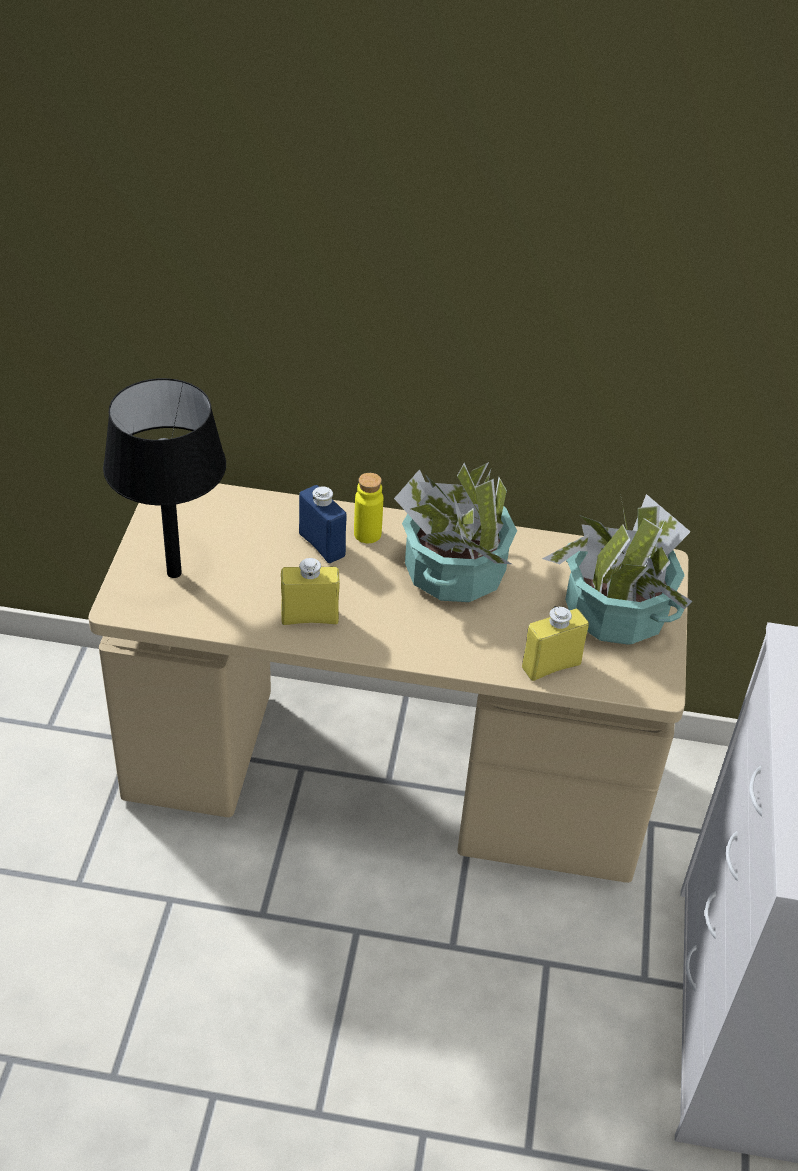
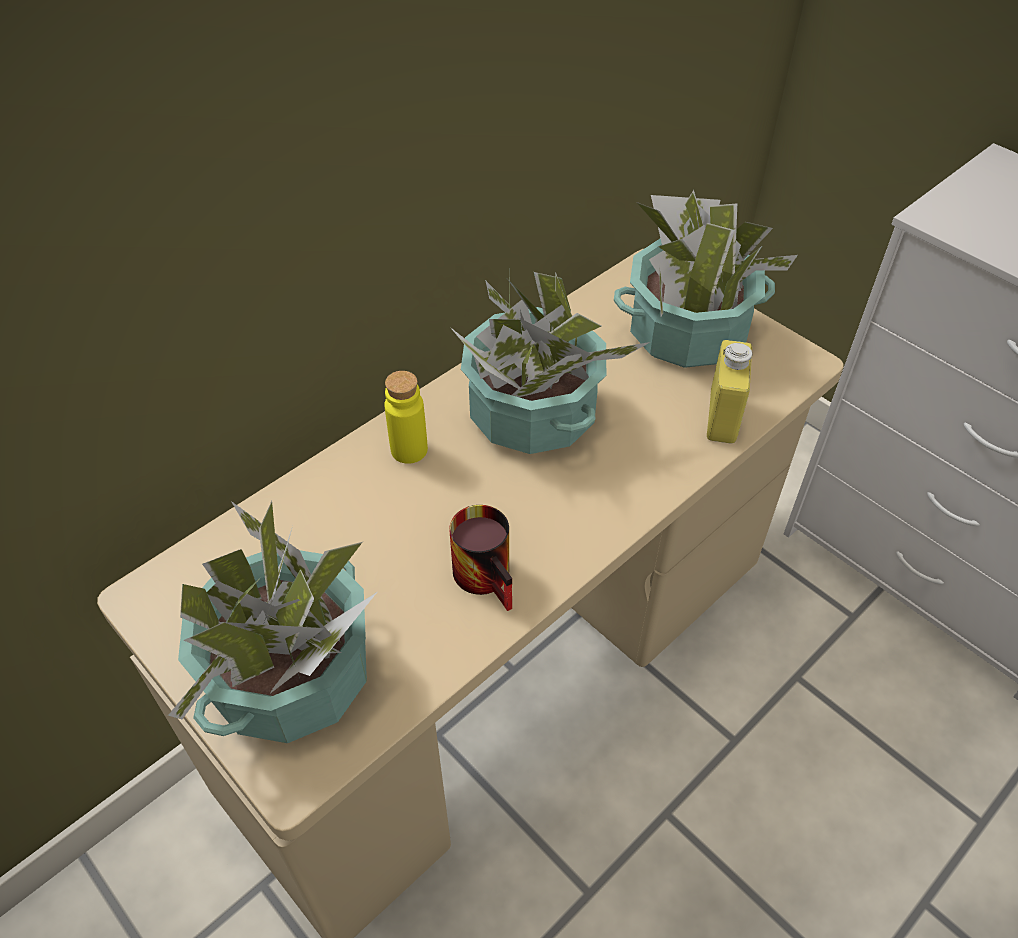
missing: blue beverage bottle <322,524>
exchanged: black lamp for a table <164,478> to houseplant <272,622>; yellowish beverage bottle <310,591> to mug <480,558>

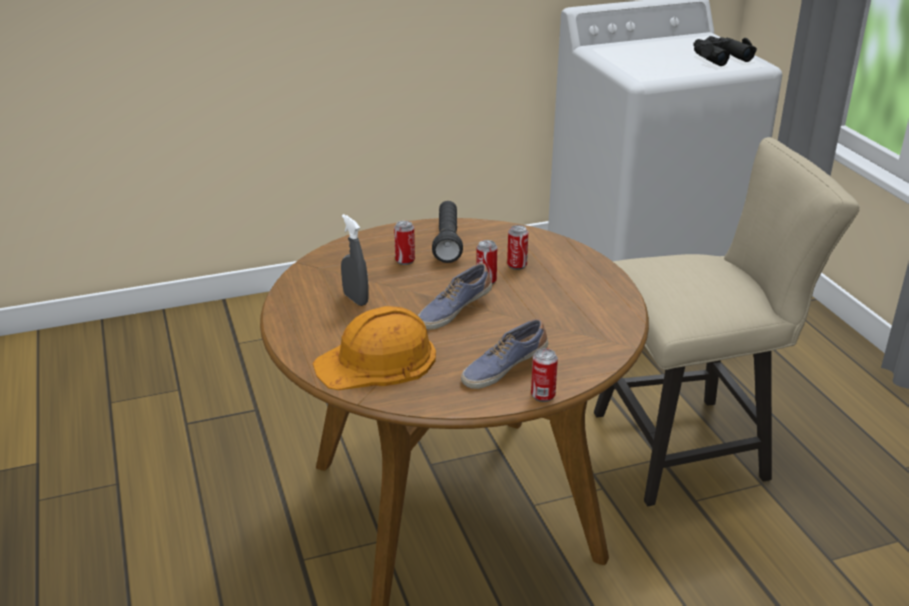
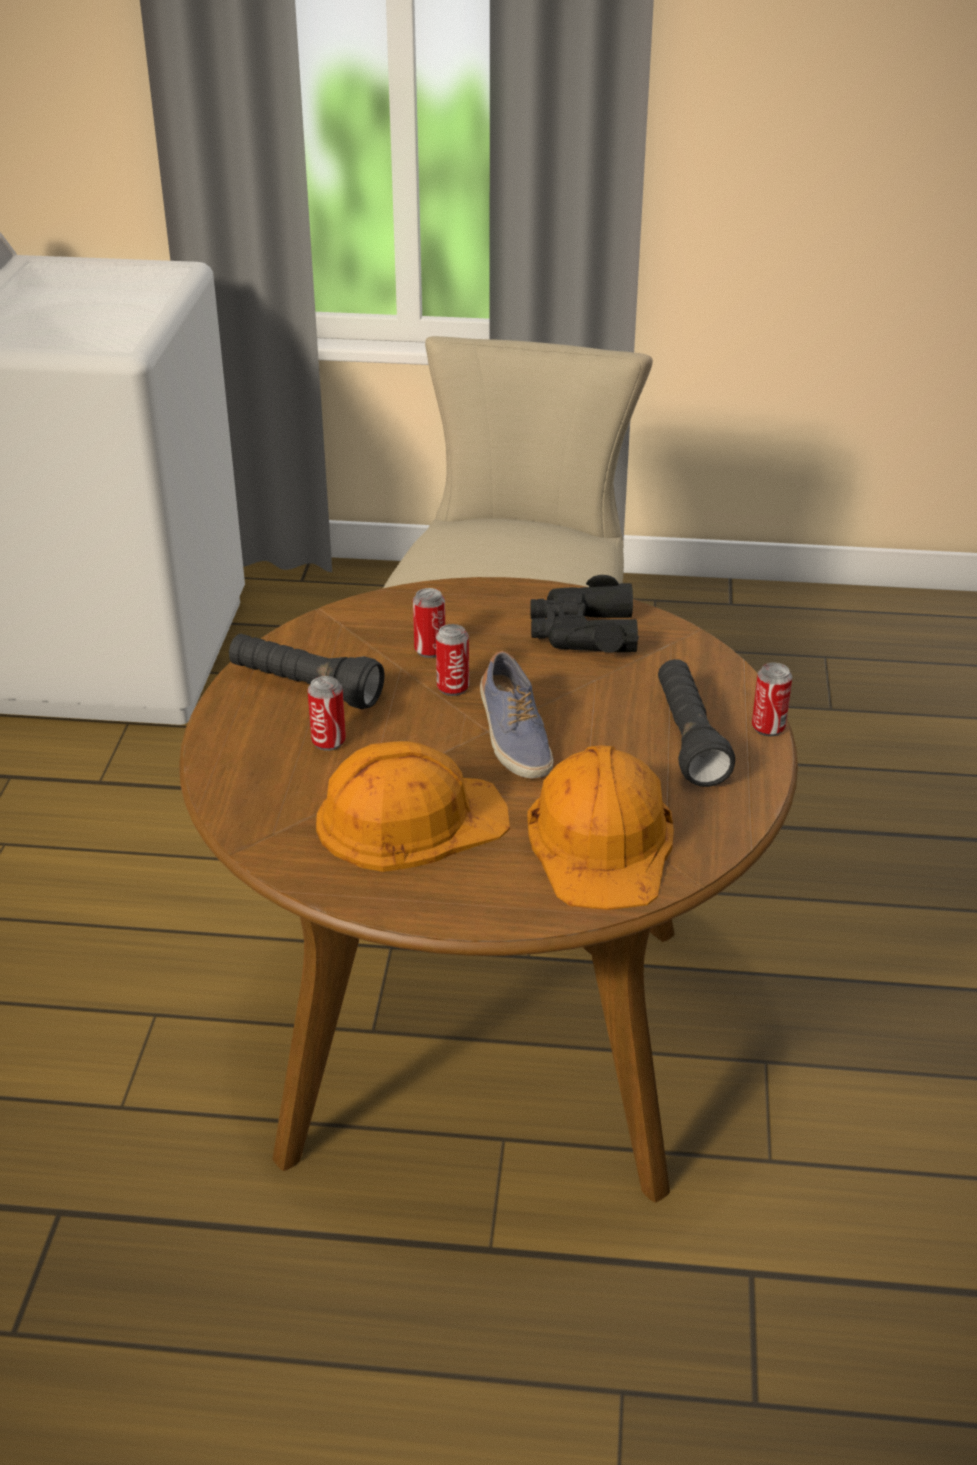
relocated: black field glasses <725,51> to <584,614>
exchanged: grey hand sprayer <355,260> to orangey safety helmet <413,806>; low shoe <504,354> to black flashlight <696,723>

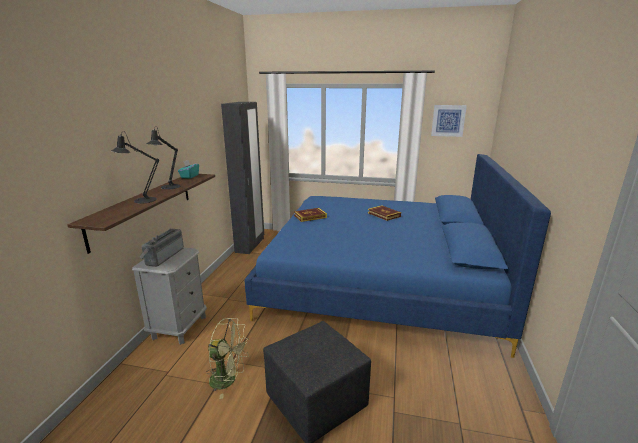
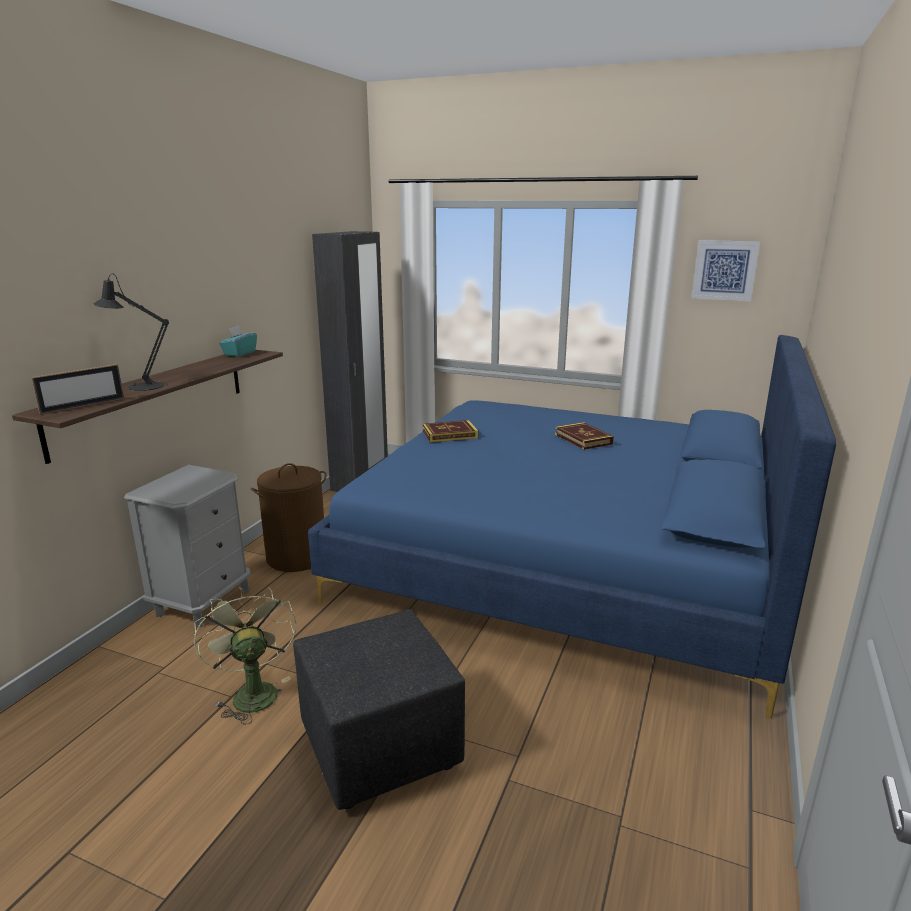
missing: radio set <161,248>; black lamp for a table <163,157>
appeared: photo frame <77,389>; brownish hamper <289,517>
spun: green-coloured cooling fan <227,358> = <245,656> 135 degrees counterclockwise

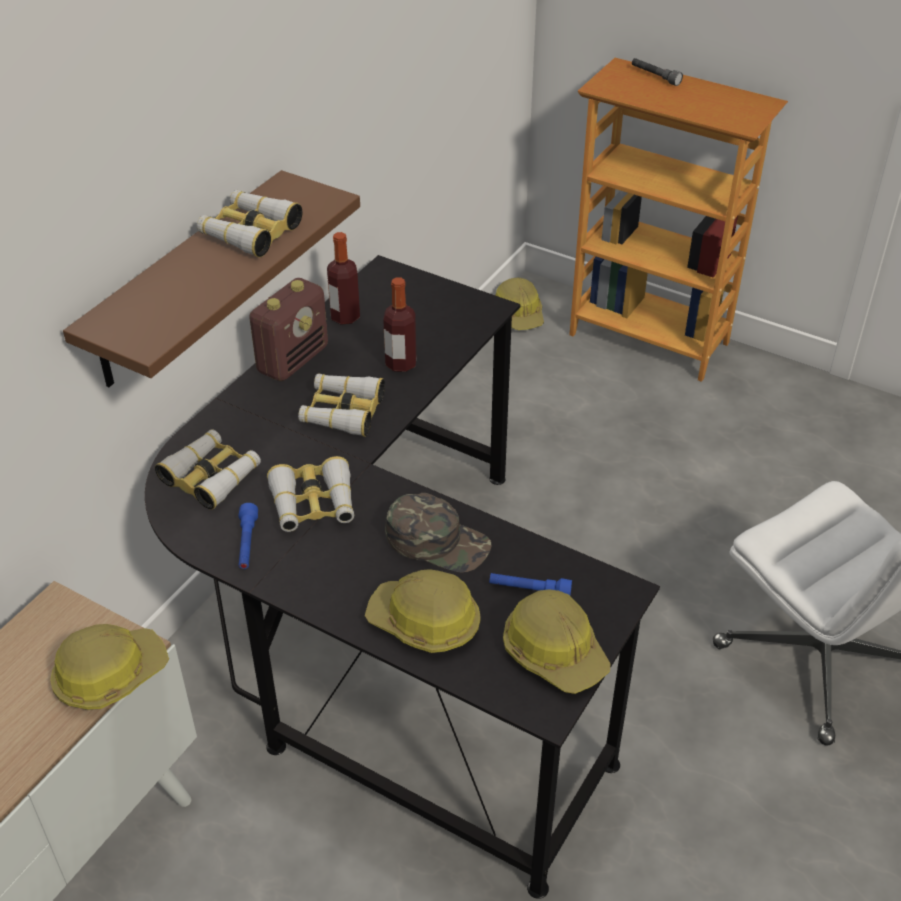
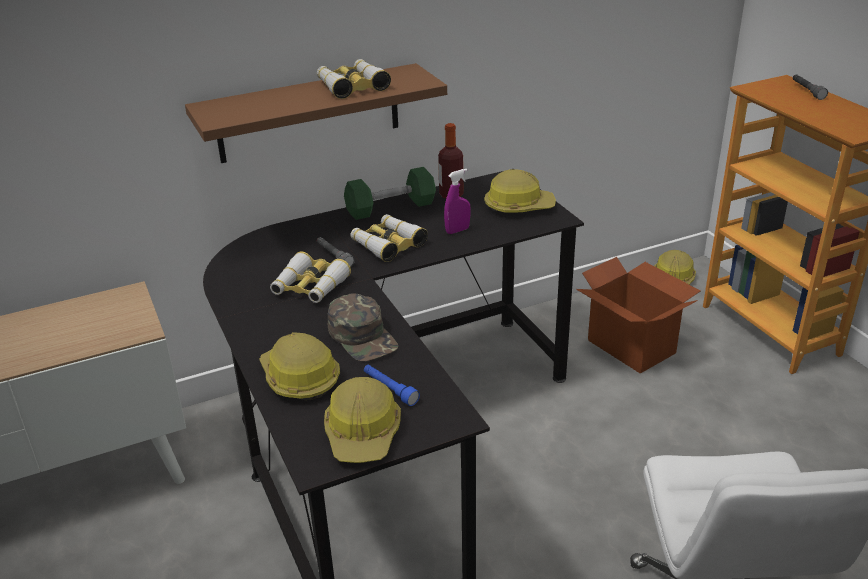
missing: field glasses <208,469>; blue flashlight <248,536>
appeared: grey flashlight <336,252>; carton <638,315>
relocated: safety helmet <109,667> to <520,191>
exchanged: radio set <288,329> to green-coloured hand weight <390,193>; beverage bottle <399,324> to purplish hand sprayer <457,201>

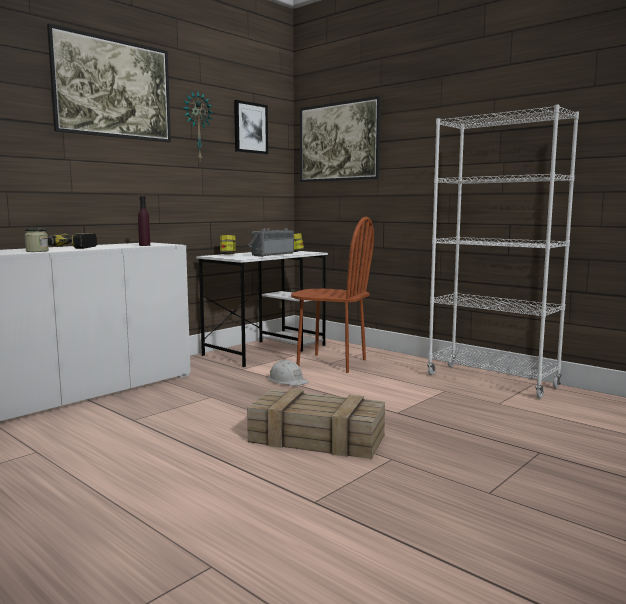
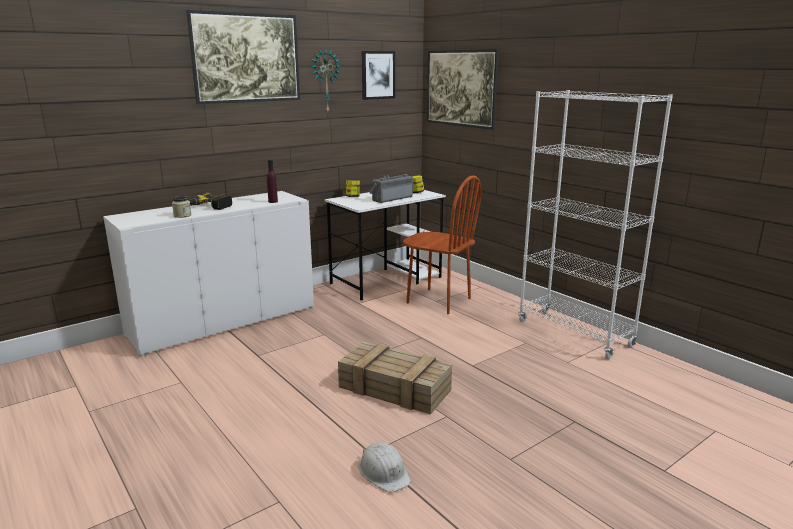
relocated: white safety helmet <288,373> to <385,467>

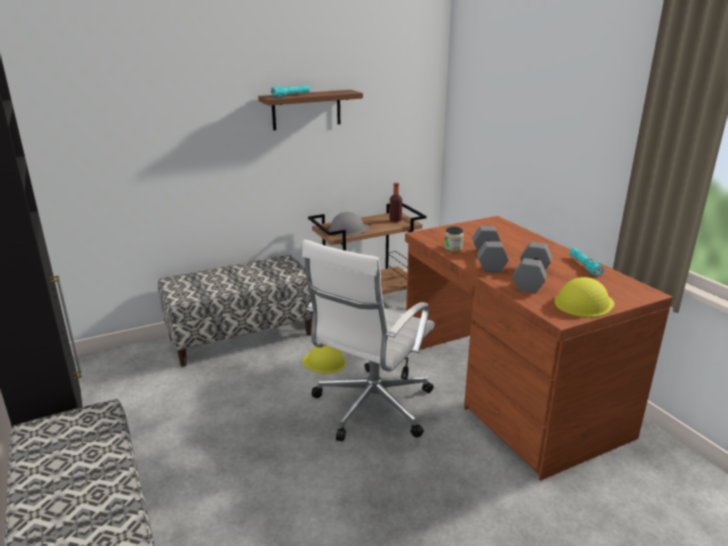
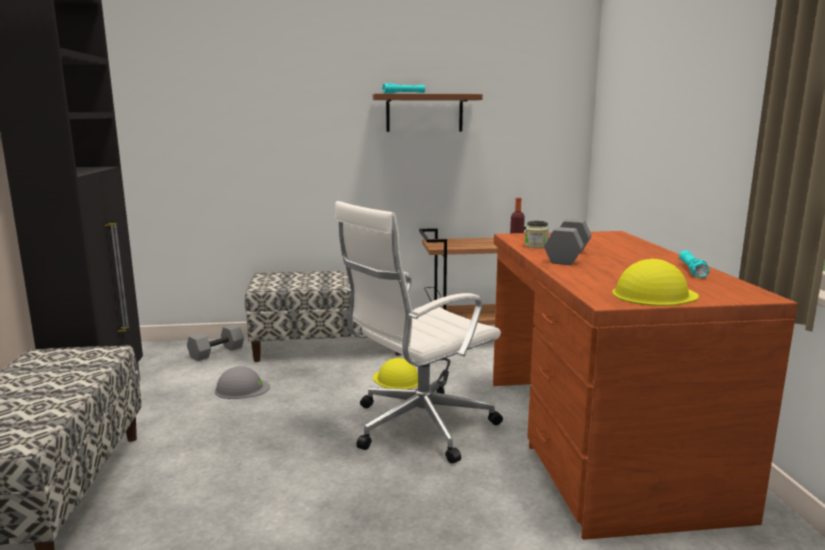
relocated: grey safety helmet <349,224> to <242,382>; grey hand weight <532,267> to <215,342>

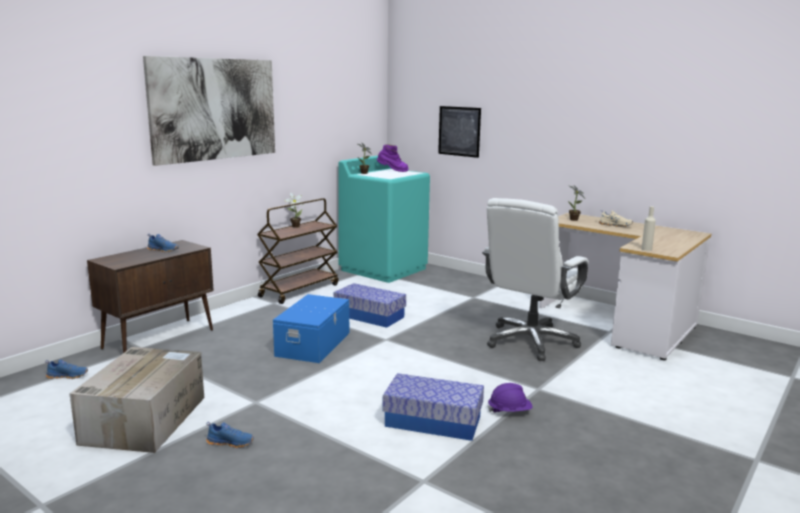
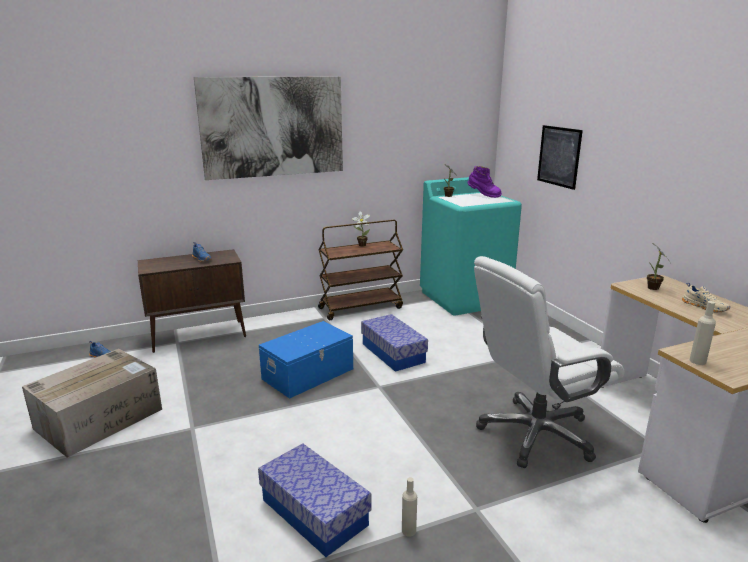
missing: blue low shoe <230,435>
exchanged: purplish safety helmet <510,398> to beige-coloured beverage bottle <409,507>

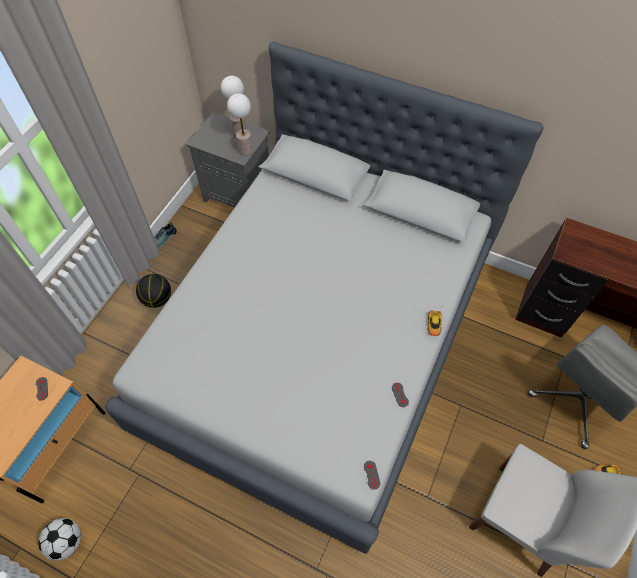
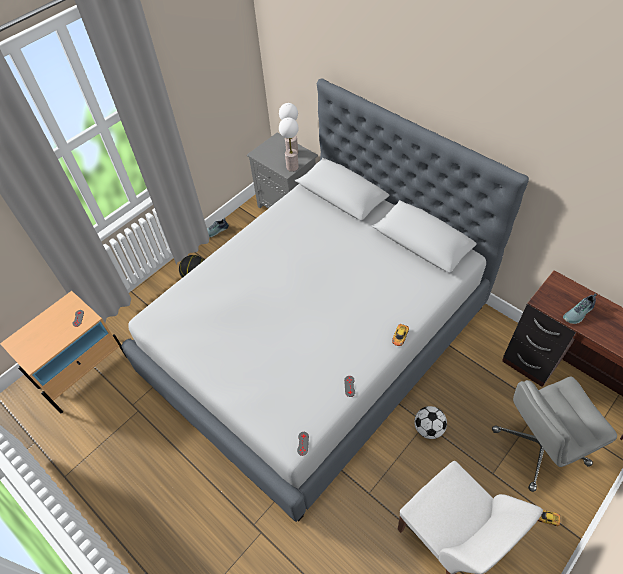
appeared: low shoe <580,308>
relocated: ball for football <59,539> to <430,422>

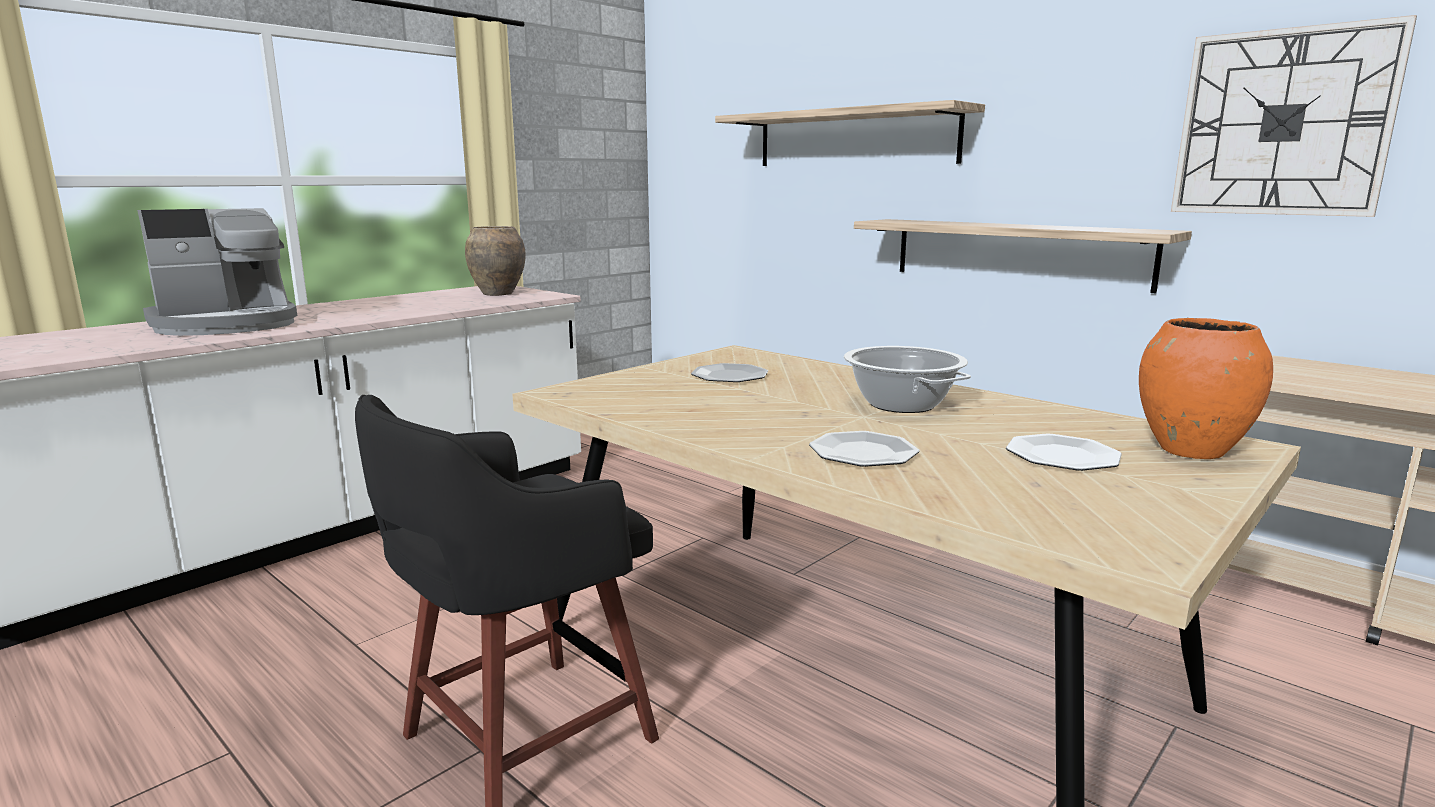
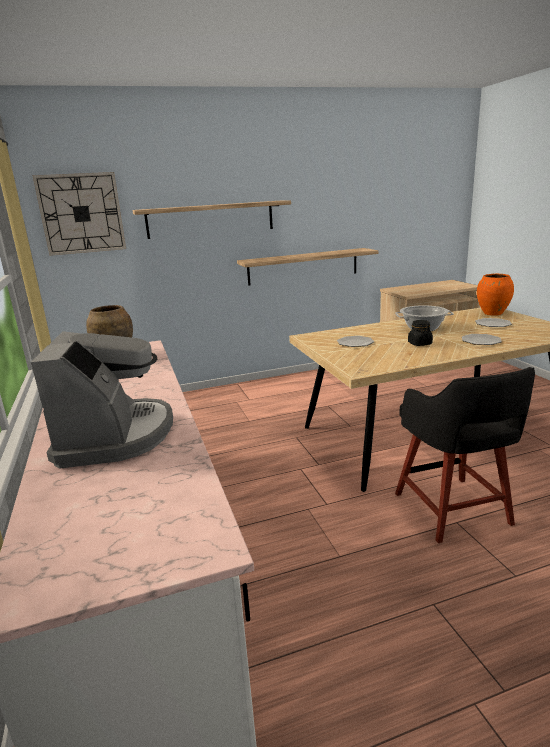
appeared: black storage jar <420,333>
relocated: hanging clock <1294,116> to <79,214>

